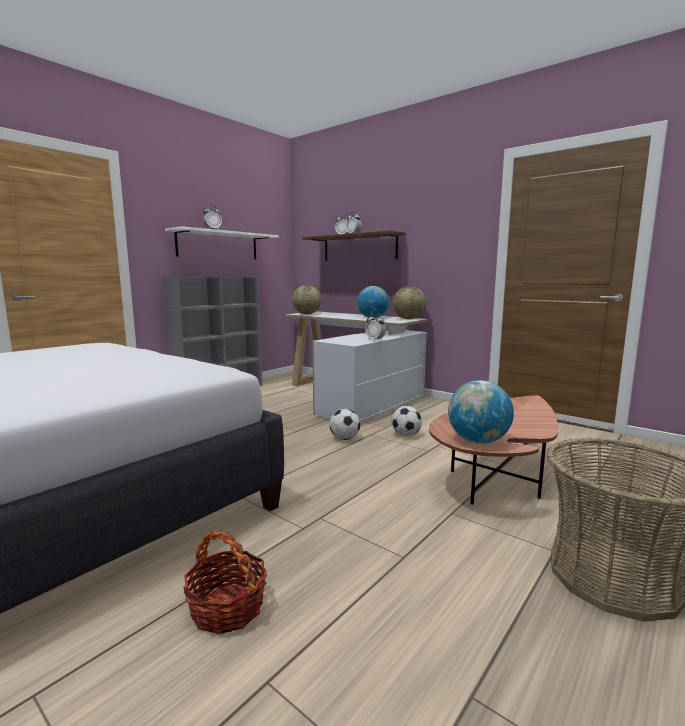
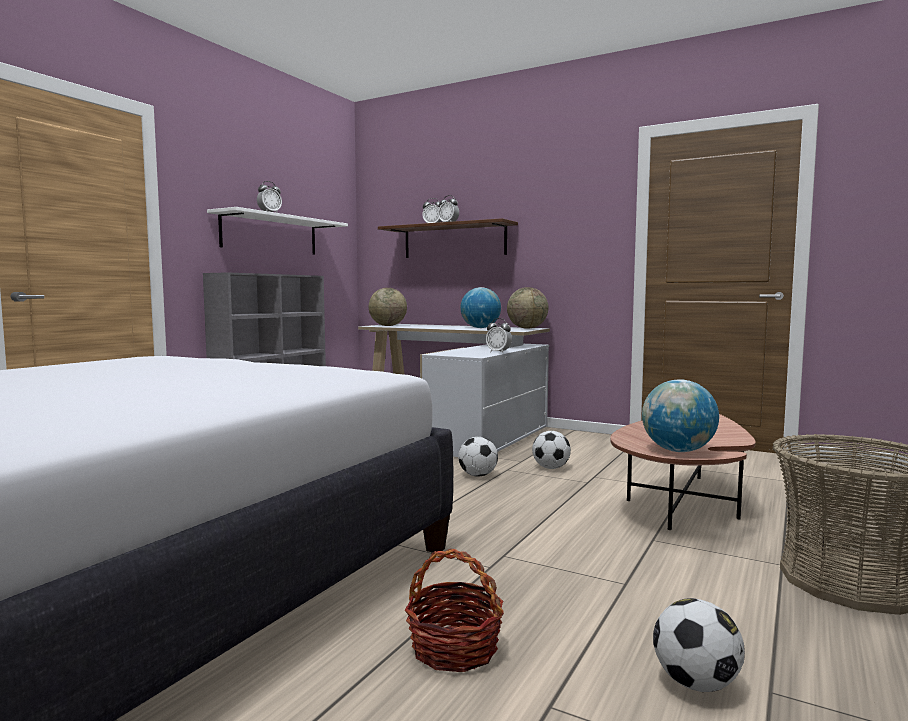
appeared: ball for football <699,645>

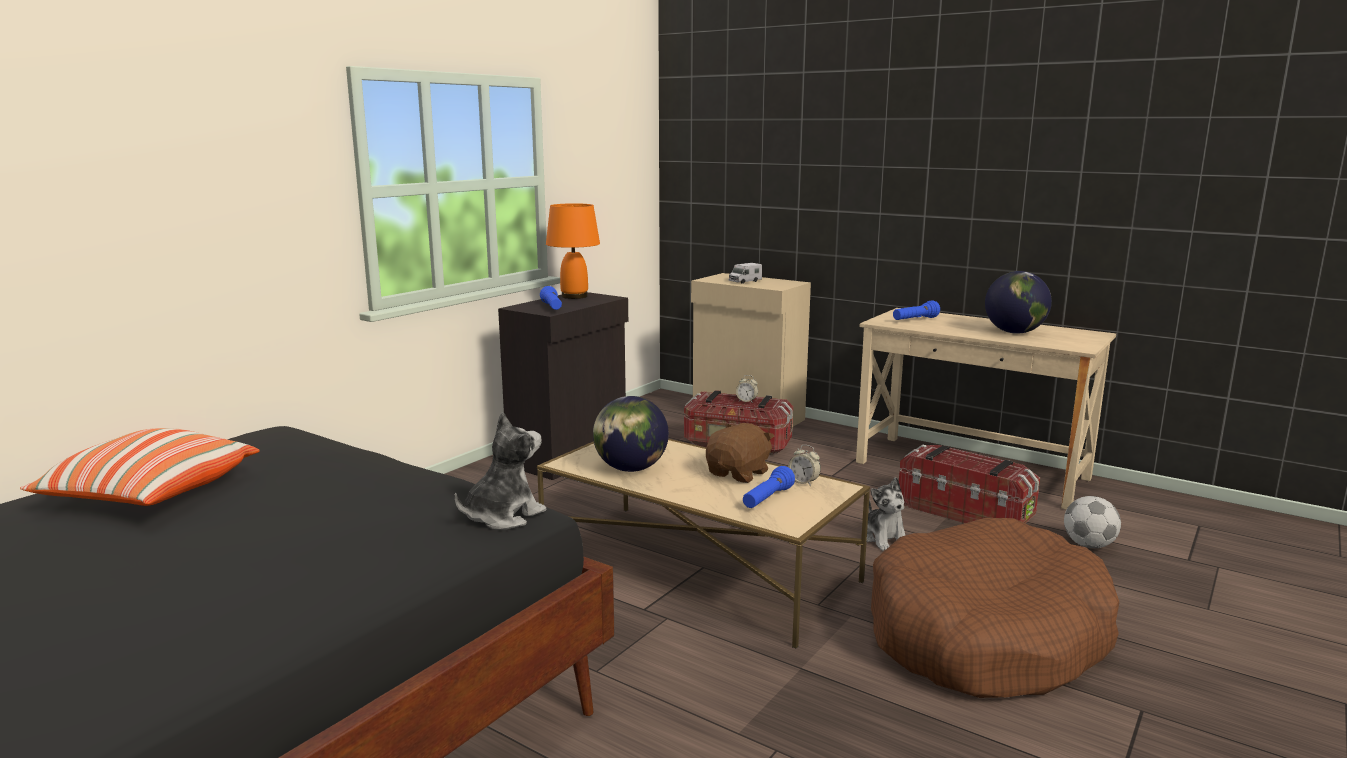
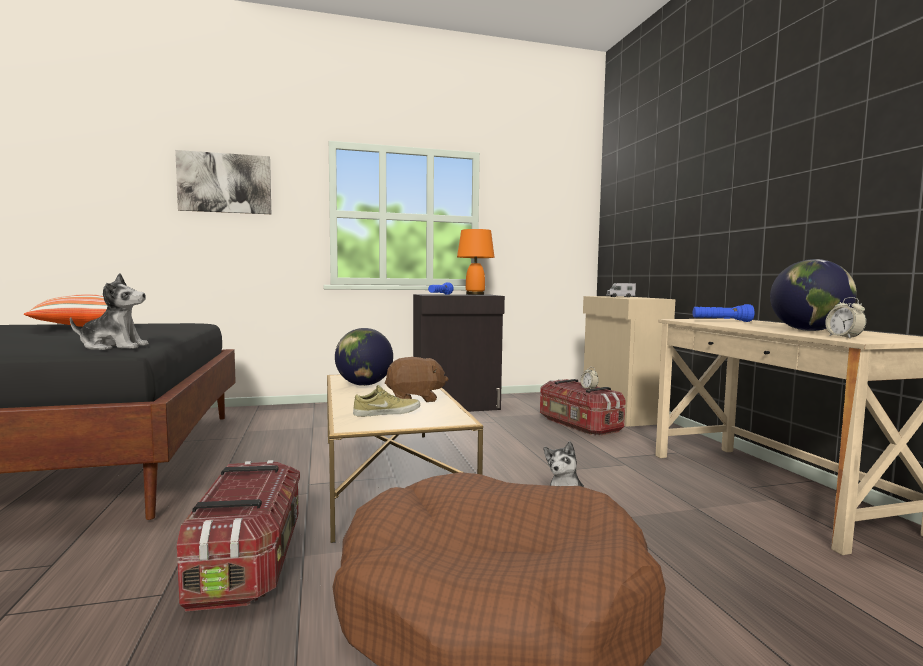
missing: ball for football <1092,522>
appeared: wall picture <223,182>
relocated: bedside clock <804,465> to <846,317>; storage bin <969,484> to <238,536>
exchanged: blue flashlight <769,487> to beige-coloured low shoe <386,401>

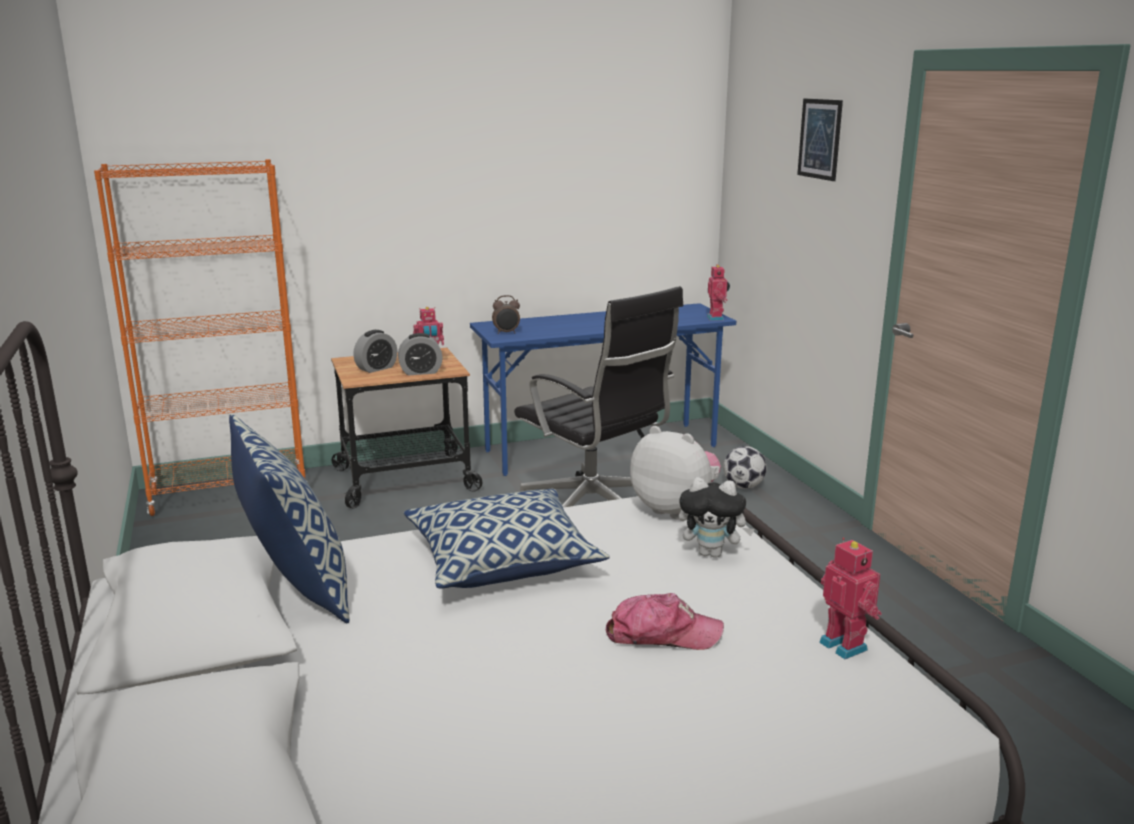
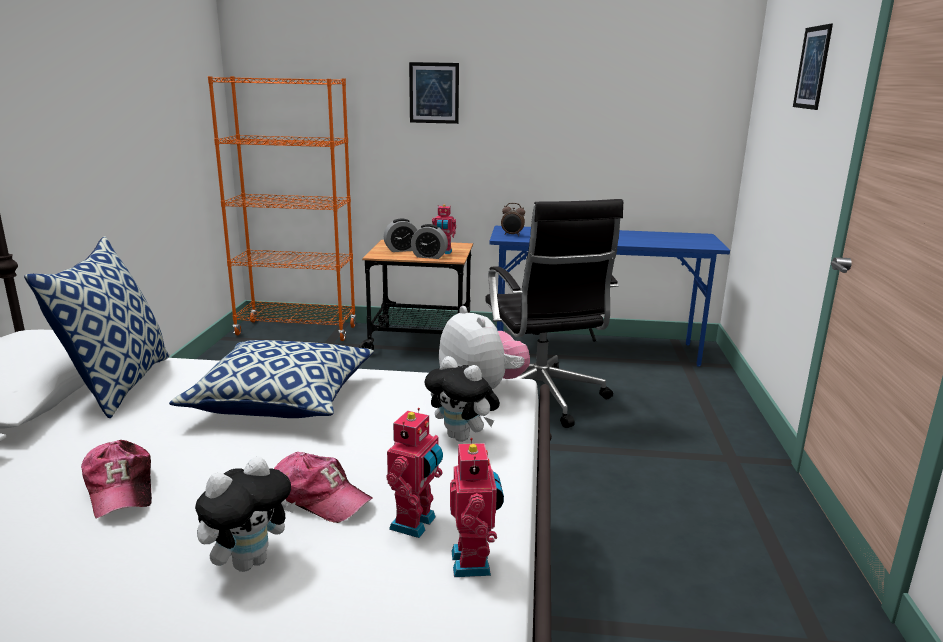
missing: ball for football <745,467>
appeared: peaked cap <116,479>; plush toy <245,514>; wall picture <434,93>
relocated: toy robot <718,292> to <414,473>

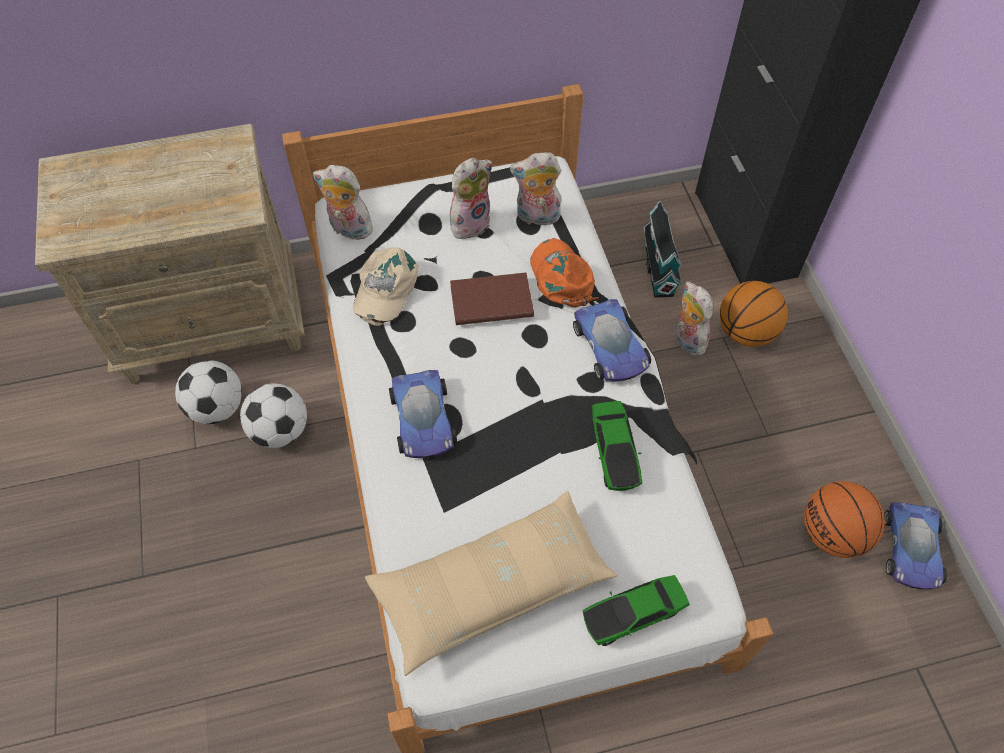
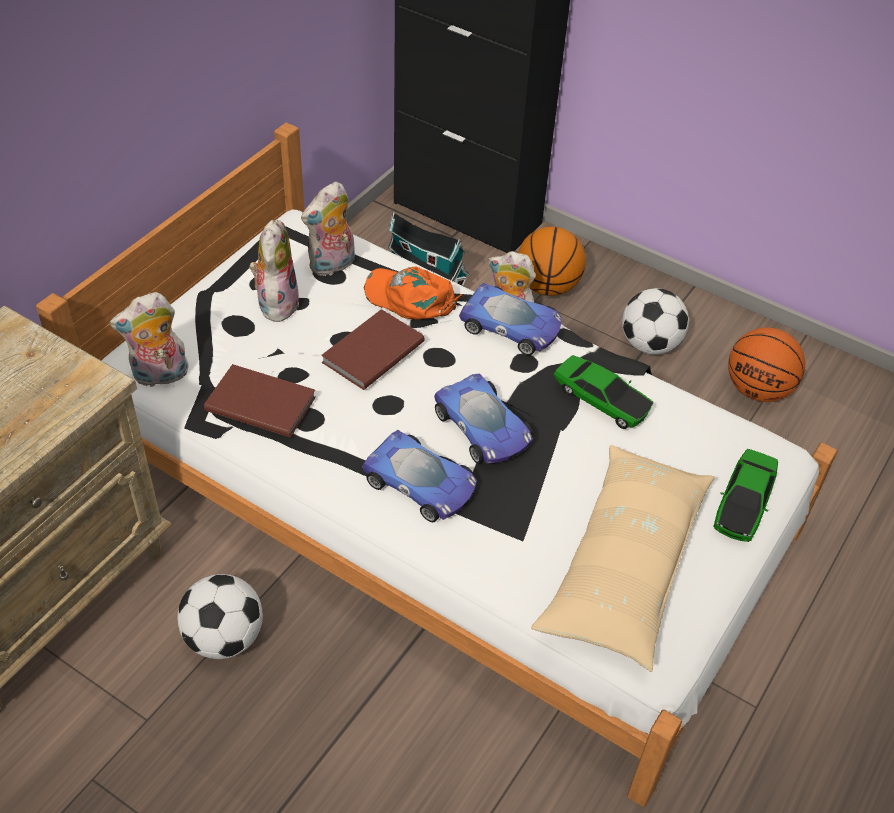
relocated: ball for football <208,392> to <655,321>; toy car <915,545> to <483,419>
exchanged: beige-coloured peaked cap <385,286> to brownish bound book <260,401>

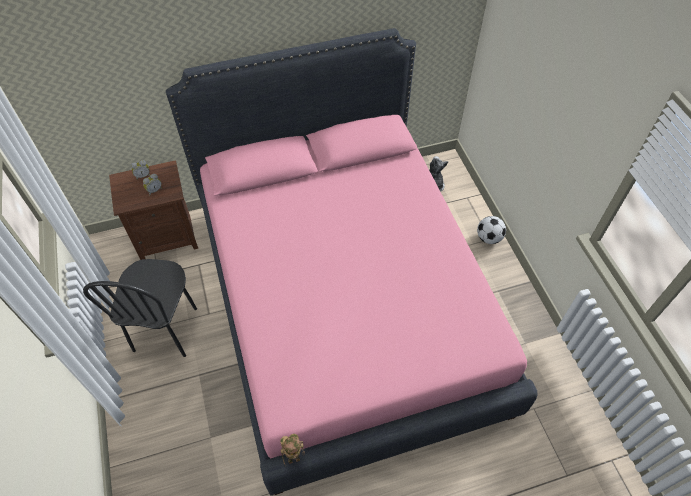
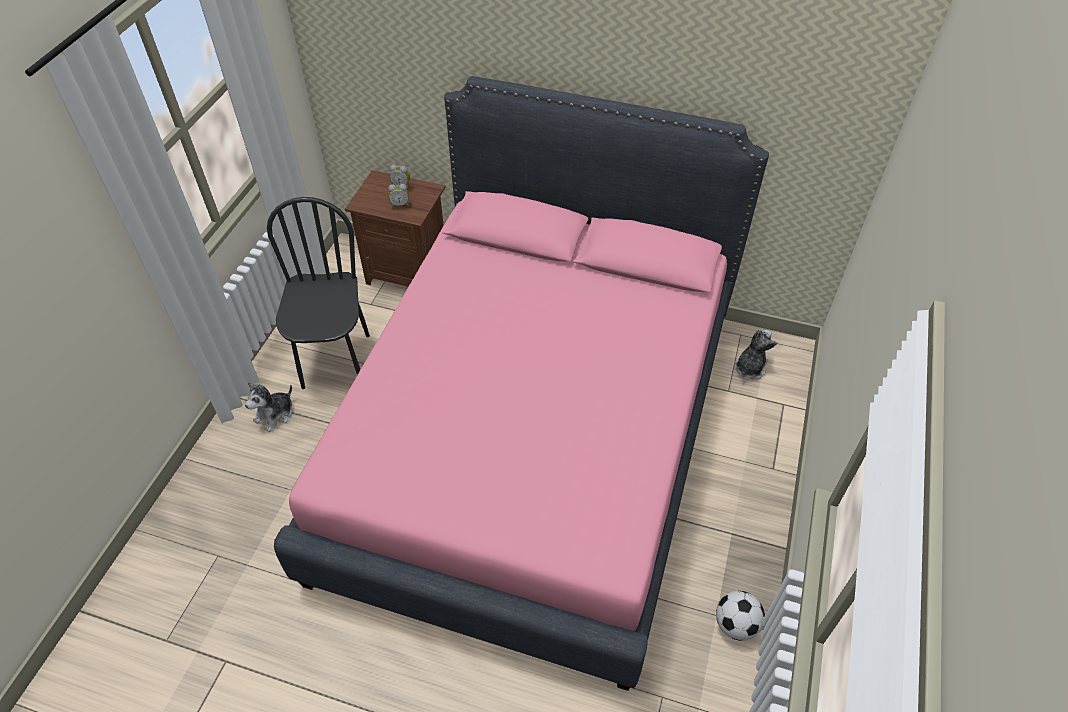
missing: toy robot <292,449>
appeared: plush toy <268,407>
relocated: ball for football <491,230> to <740,616>
spun: black chair <140,308> = <318,293> 135 degrees clockwise

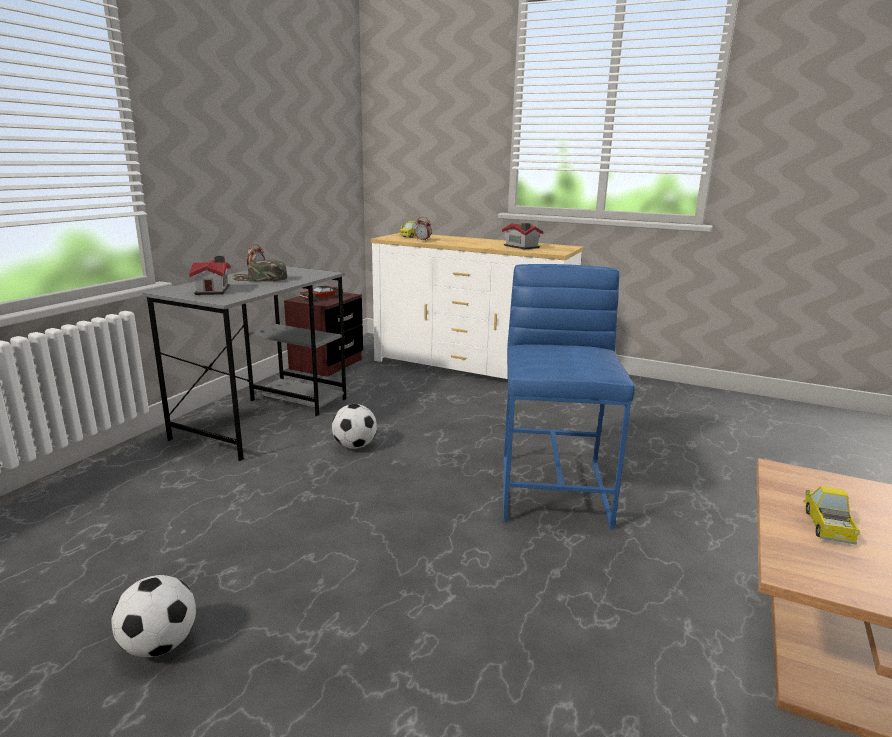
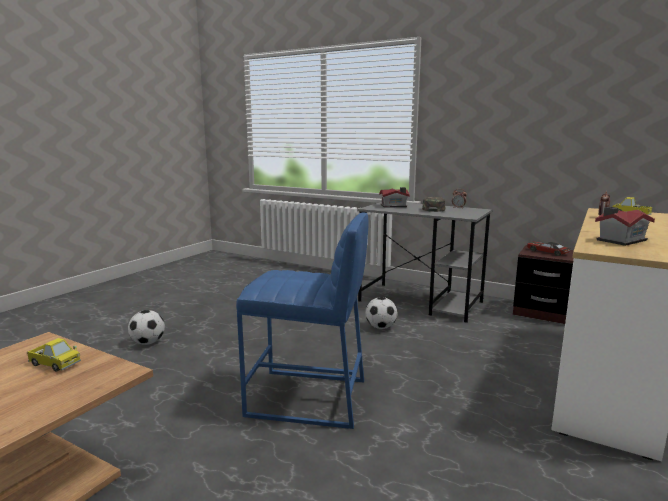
relocated: ball for football <153,616> to <146,327>

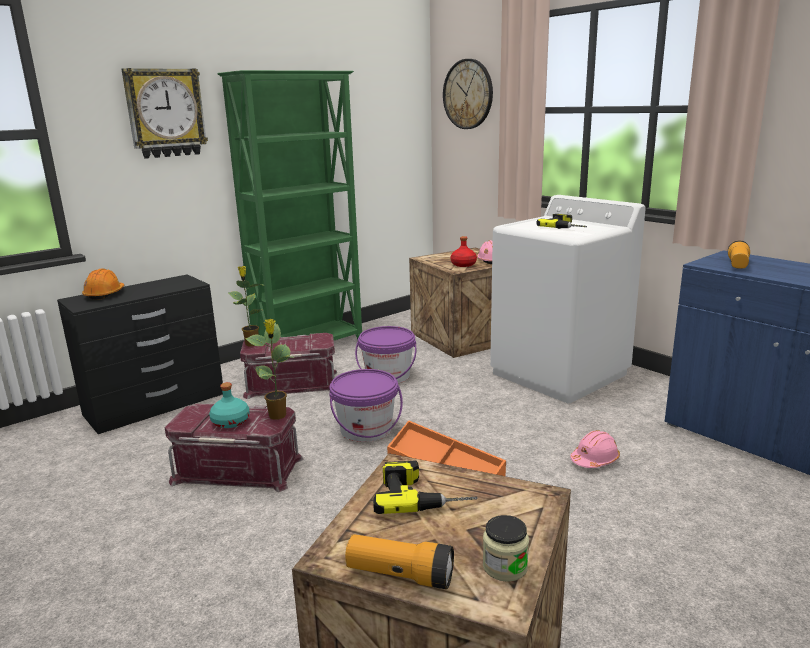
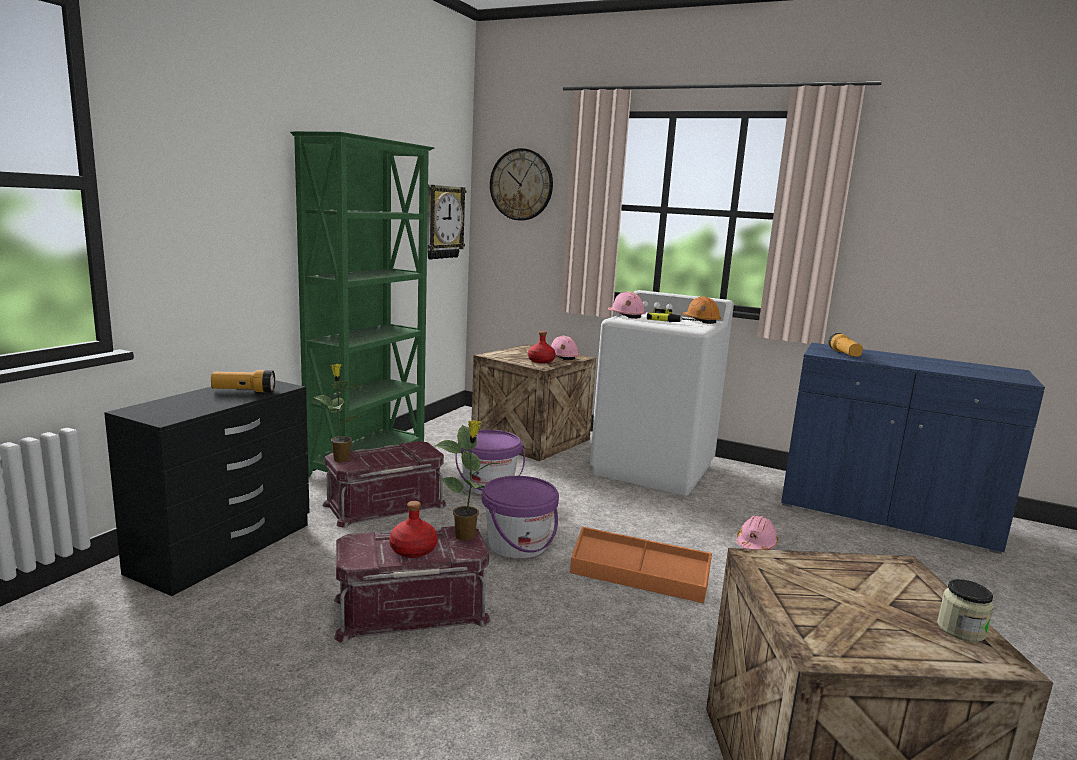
missing: electric drill <425,487>
appeared: pinkish safety helmet <627,305>
relocated: orangey safety helmet <103,284> to <701,310>; hanging clock <164,113> to <447,222>; flashlight <399,561> to <243,381>
colour: turquoise-coloured beverage bottle <229,405> to red beverage bottle <413,529>

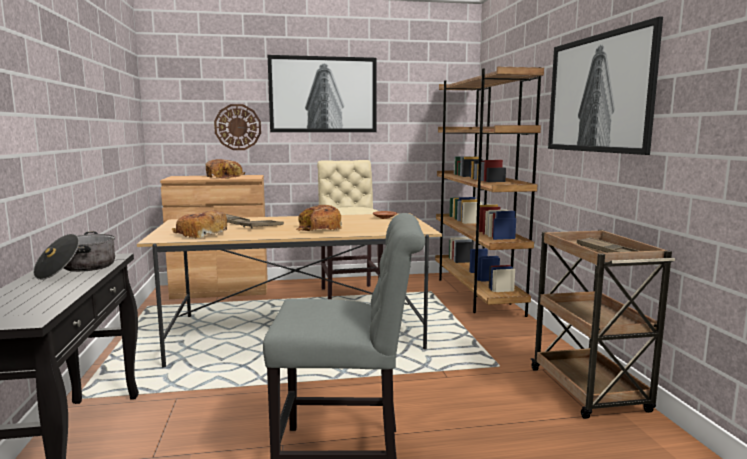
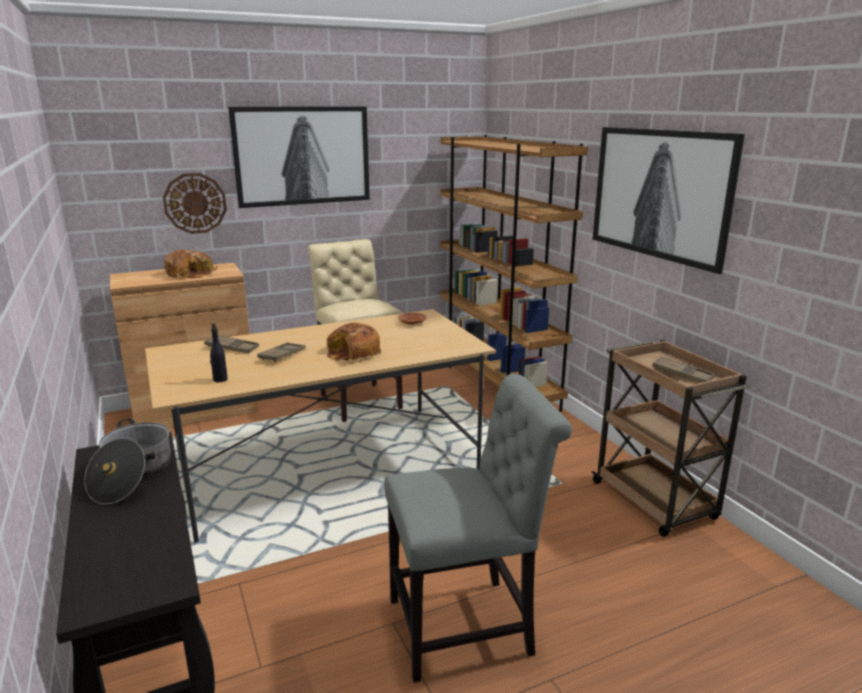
exchanged: bread <199,224> to black beverage bottle <219,352>

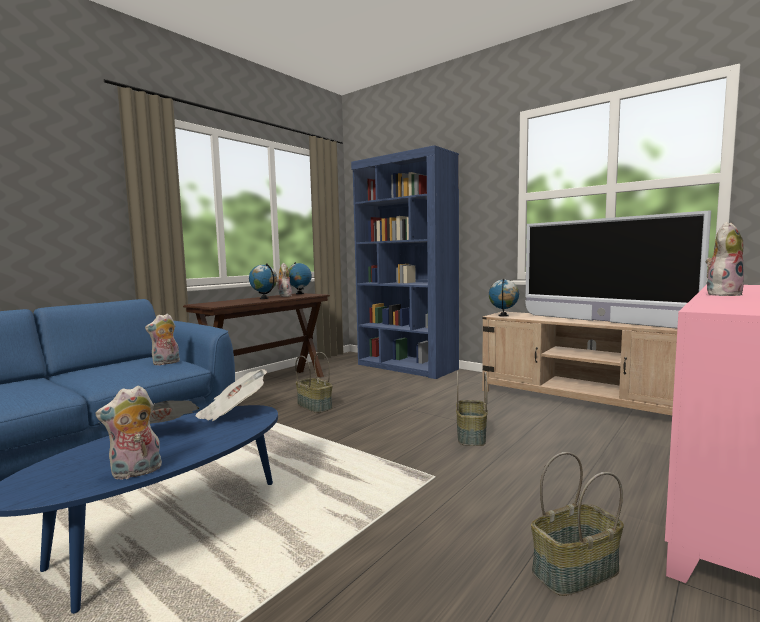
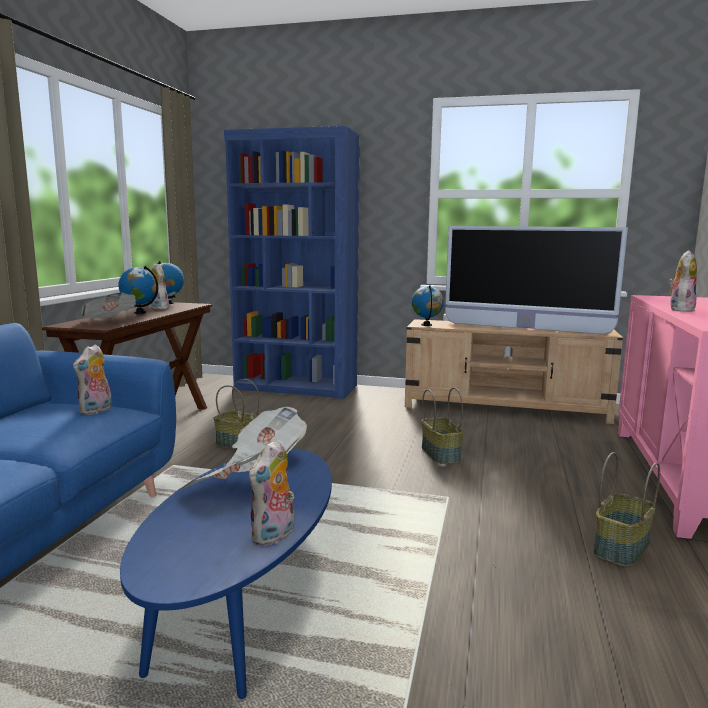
appeared: printed paper <108,305>

